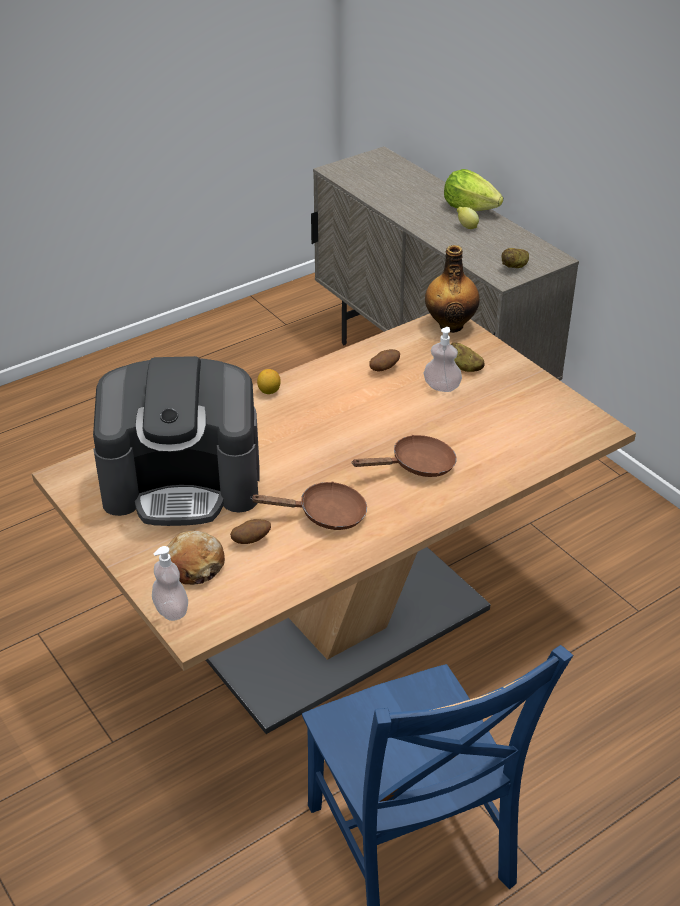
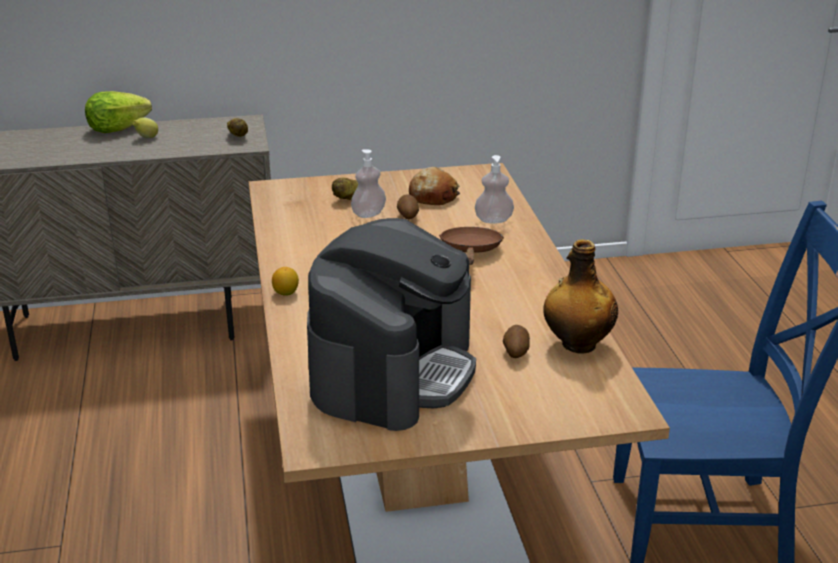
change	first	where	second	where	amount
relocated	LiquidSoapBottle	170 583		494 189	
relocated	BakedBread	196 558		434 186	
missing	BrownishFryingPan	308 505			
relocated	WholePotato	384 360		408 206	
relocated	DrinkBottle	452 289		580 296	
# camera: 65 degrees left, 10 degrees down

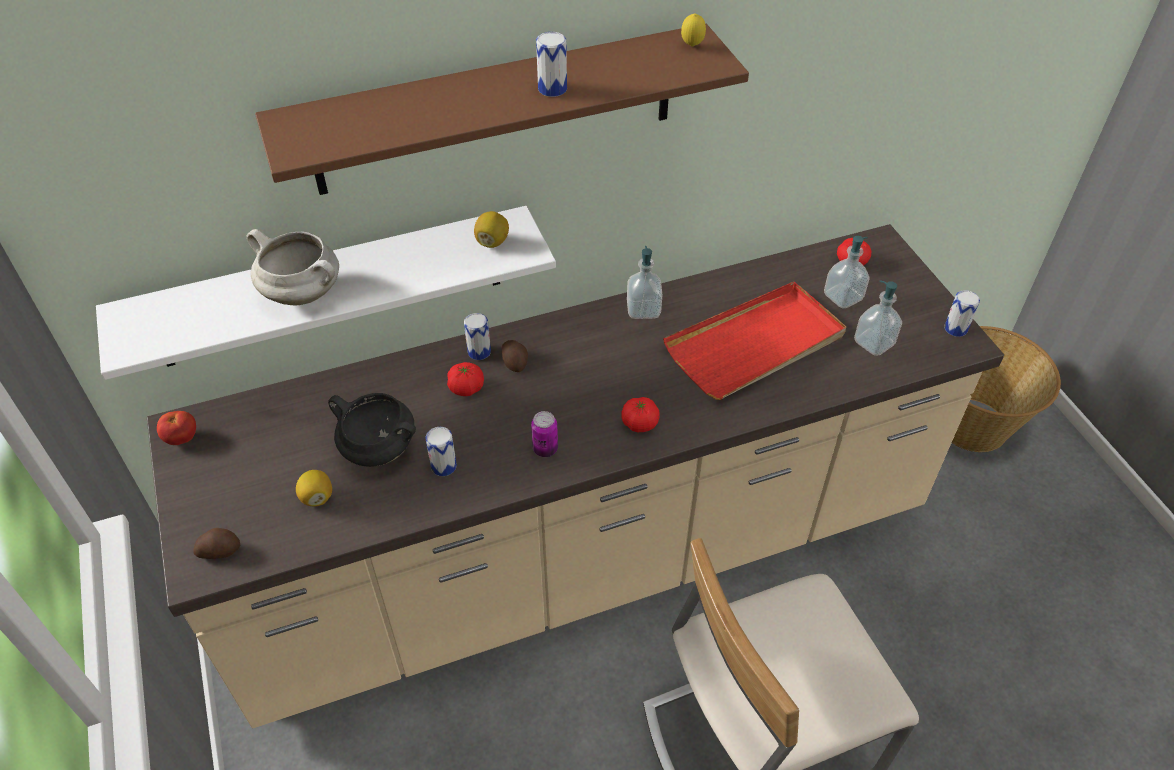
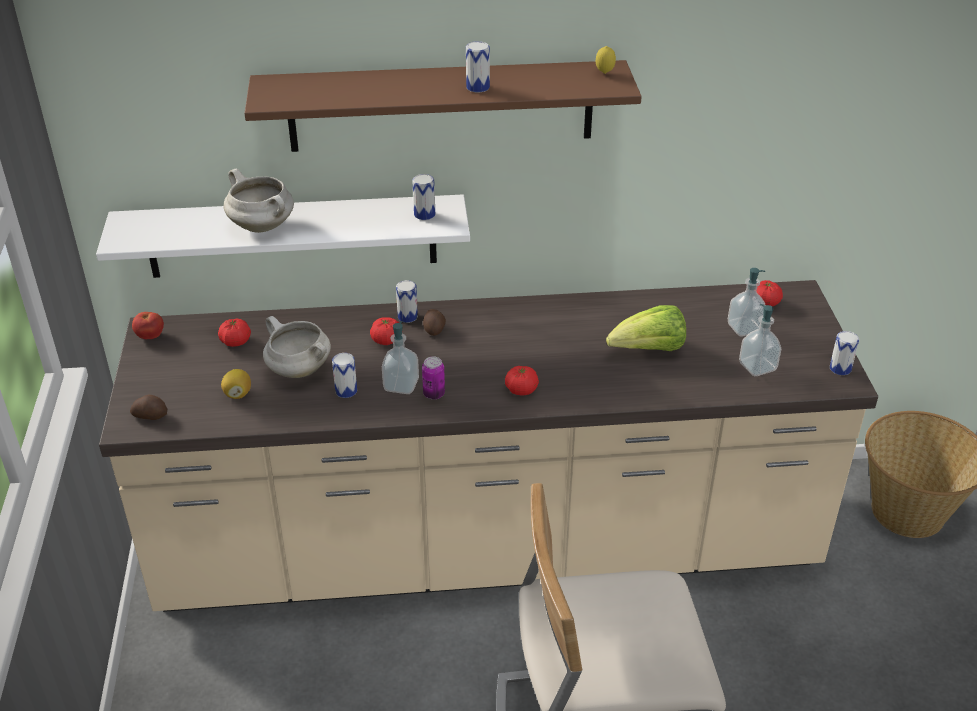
change	first	where	second	where	amount
colour	BlackColouredStockpot	372 430	WhiteStockpot	297 347	
exchanged	WholeLemon	491 229	SealedCan	423 197	
relocated	LiquidSoapBottle	644 282		400 357	
exchanged	RedColouredCarryingTray	754 341	LettuceHead	646 328	
appeared			FreshTomato	234 332	
# camera: 15 degrees right, 10 degrees down

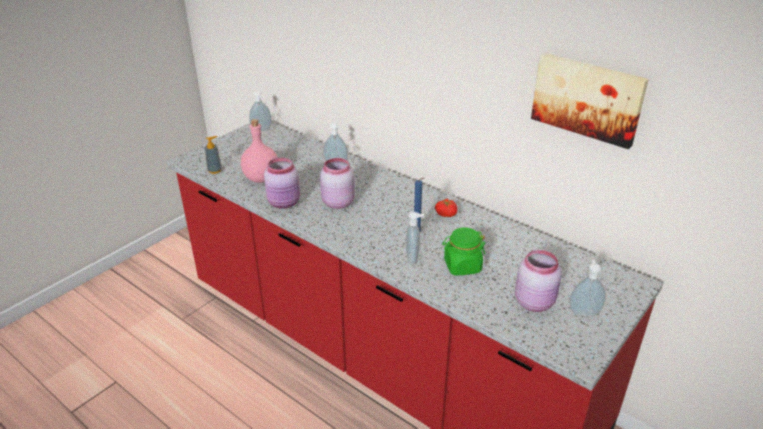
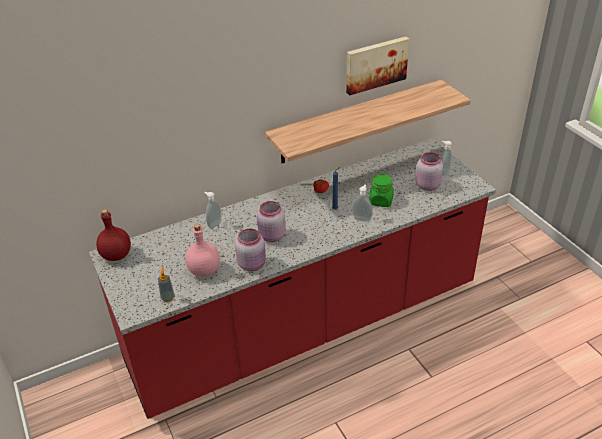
change	first	where	second	where	amount
exchanged	LiquidSoapBottle	260 111	RedColouredDrinkBottle	113 235	
appeared			BracketShelf	368 121	
# camera: 65 degrees left, 5 degrees up

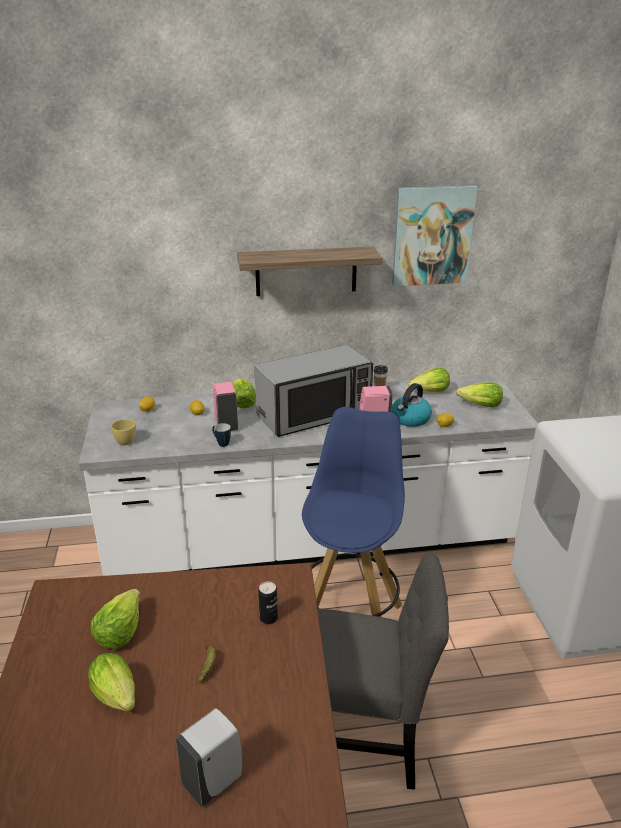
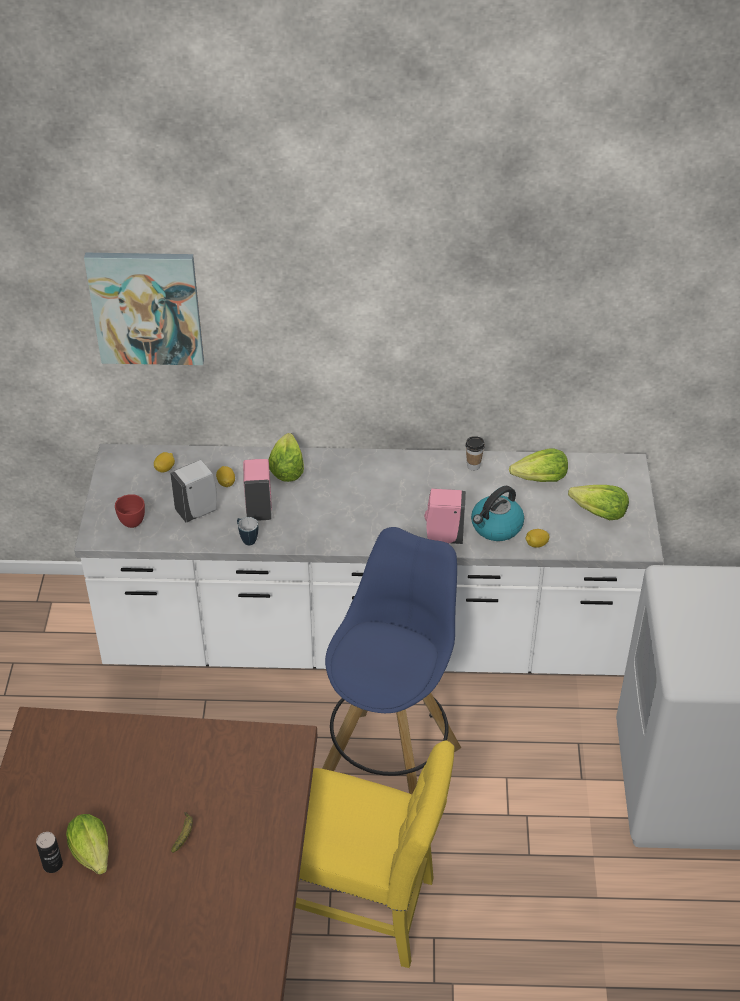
change	first	where	second	where	amount
missing	LettuceHead	115 619			
colour	YellowColouredDrinkingCup	123 432	RedColouredDrinkingCup	130 511	
relocated	WhiteLiquidSoapBottle	209 757		193 491	
missing	BracketShelf	310 271			
missing	Microwave	313 391			
relocated	SealedCan	268 603		49 852	
colour	GreyishUprightChair	383 672	YellowColouredUprightChair	375 854	
relocated	WallPicture	435 235		144 309	
# camera: 10 degrees right, 15 degrees up

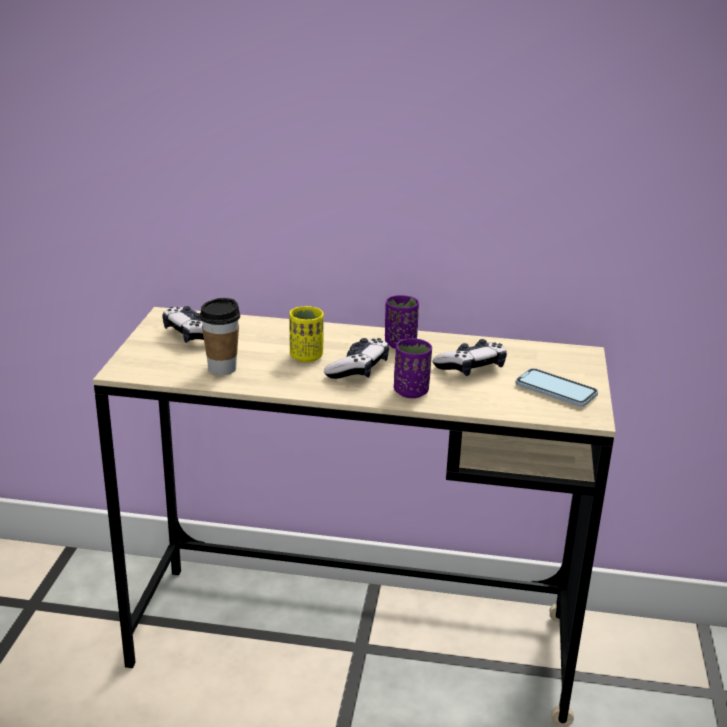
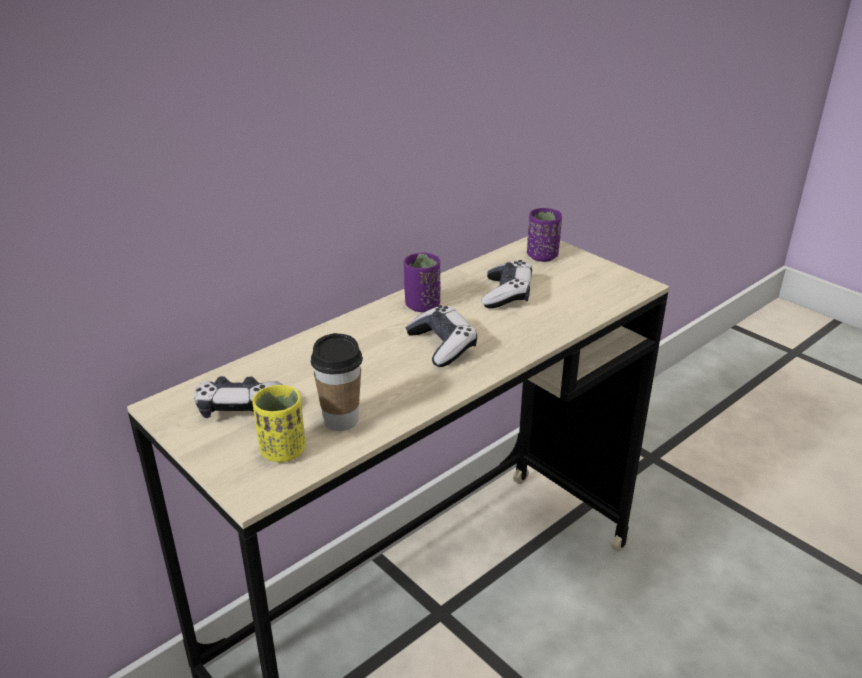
change	first	where	second	where	amount
relocated	YellowColouredDrinkingCup	306 334		279 423	
relocated	PurpleDrinkingCup	413 368		544 235	
missing	Phone	557 387			
# camera: 50 degrees left, 5 degrees up

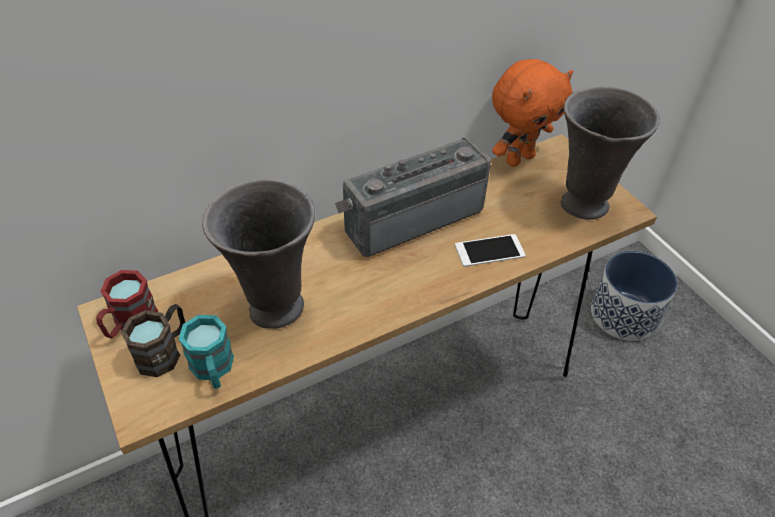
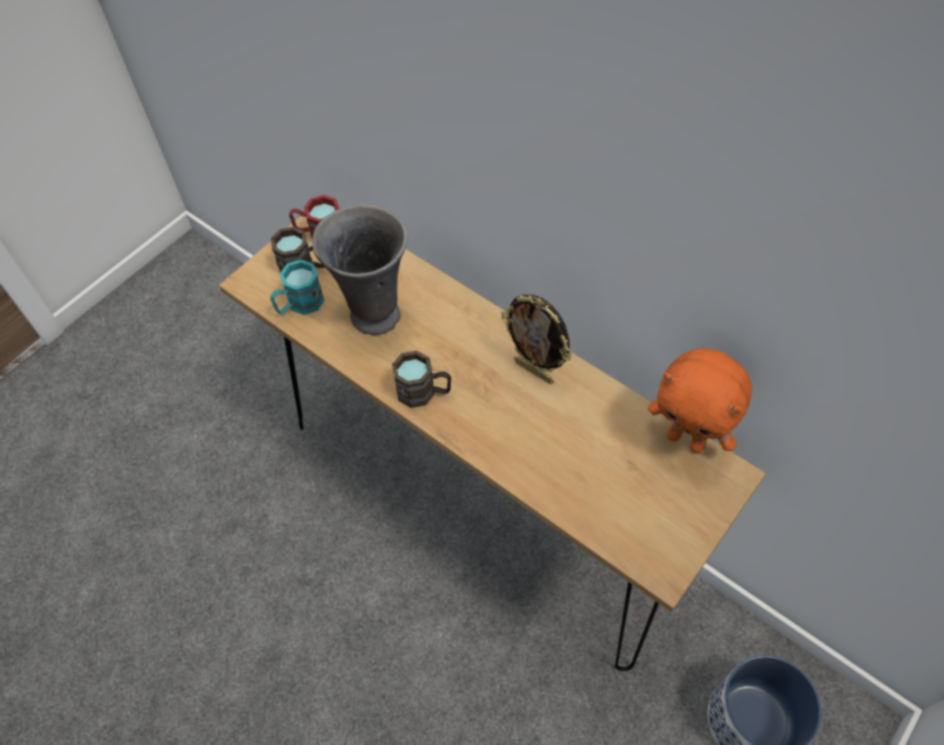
change	first	where	second	where	amount
exchanged	RadioSet	413 197	PhotoFrame	536 339	
missing	Phone	490 250			
missing	GreyishVase	610 153			
appeared			BrownishMug	421 379	
# camera: 70 degrees right, 10 degrees up

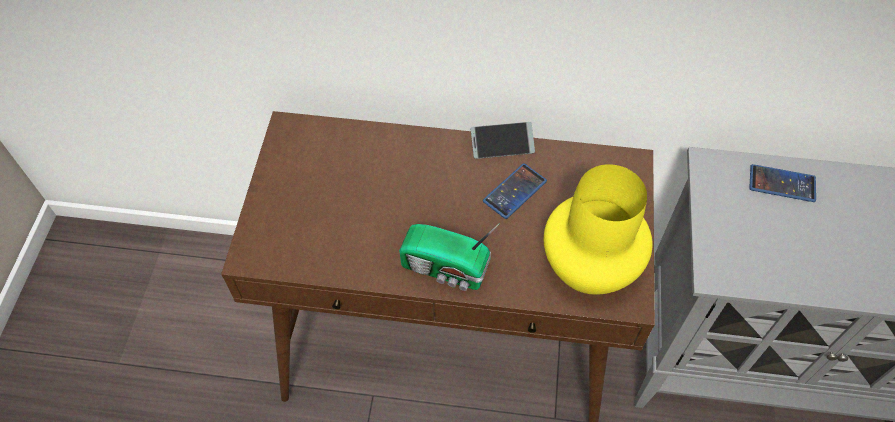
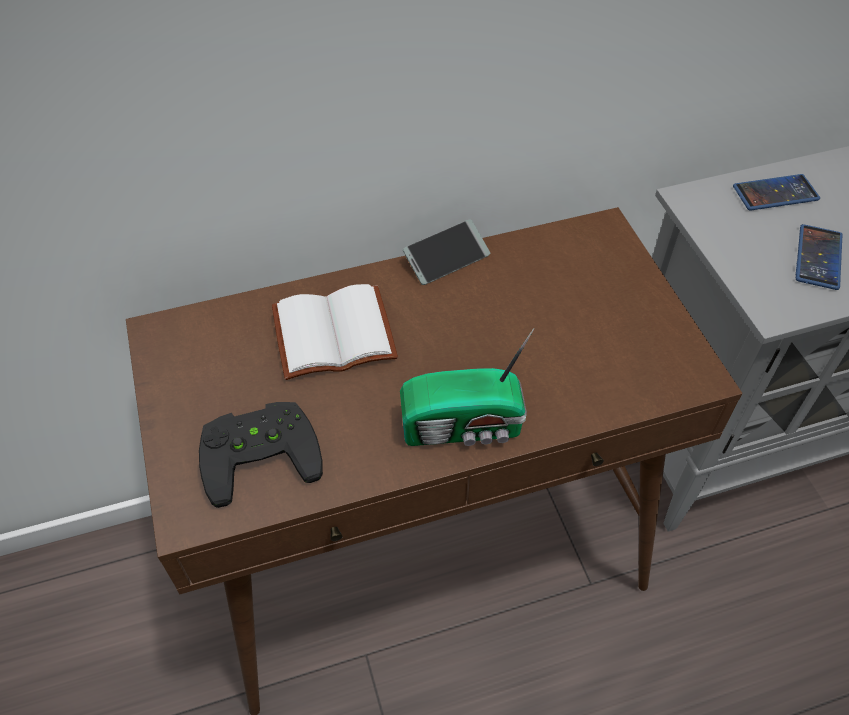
change	first	where	second	where	amount
relocated	Phone	515 191		819 257	
missing	YellowColouredVase	598 229			
appeared			BlackColouredJoypad	261 455	
appeared			WhiteBook	335 332	
# camera: 25 degrees left, 5 degrees down

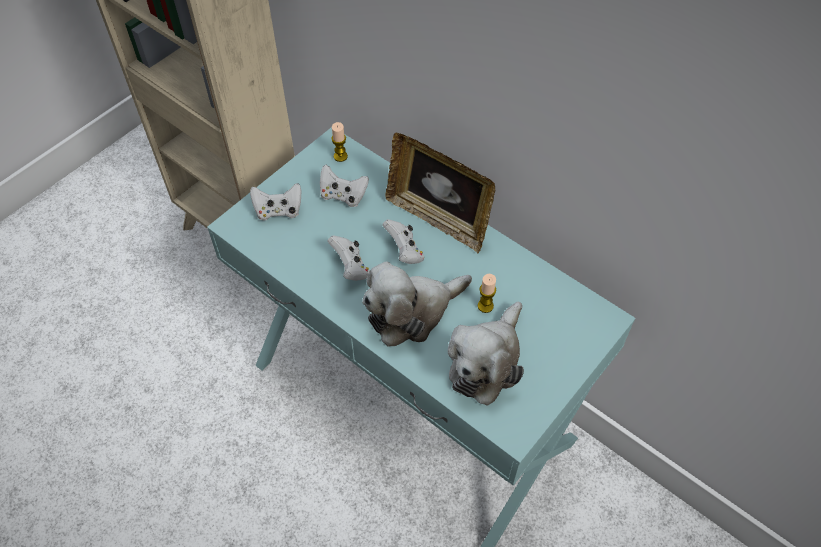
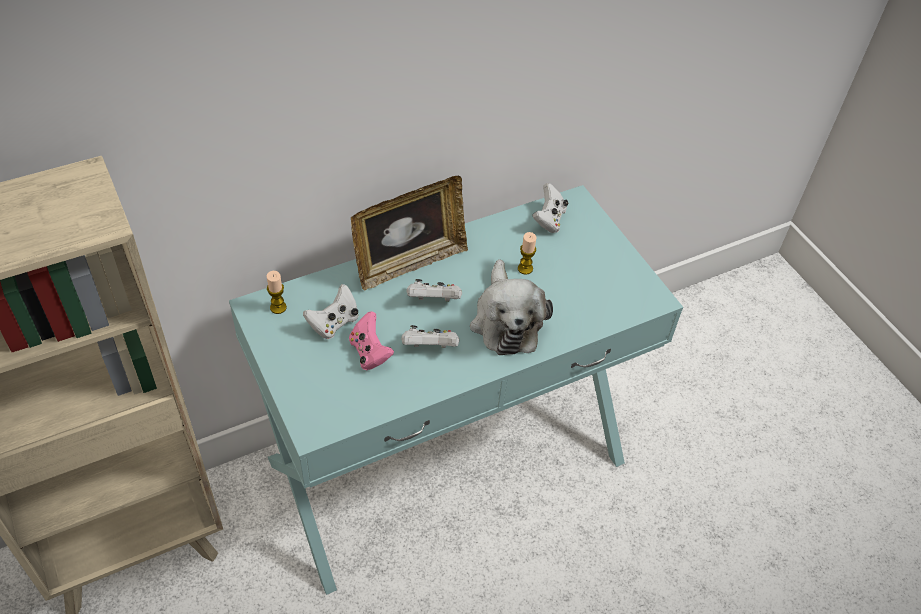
change	first	where	second	where	amount
relocated	WhiteJoypad	276 201		550 208	
missing	PlushToy	486 354			
appeared			PinkColouredJoypad	371 341	
# camera: 70 degrees left, 5 degrees down

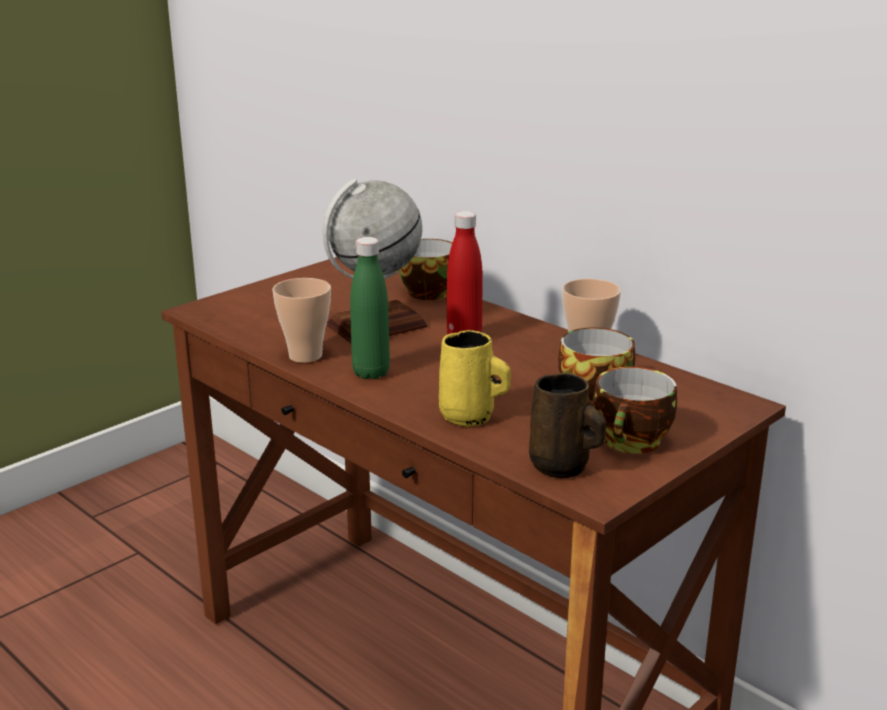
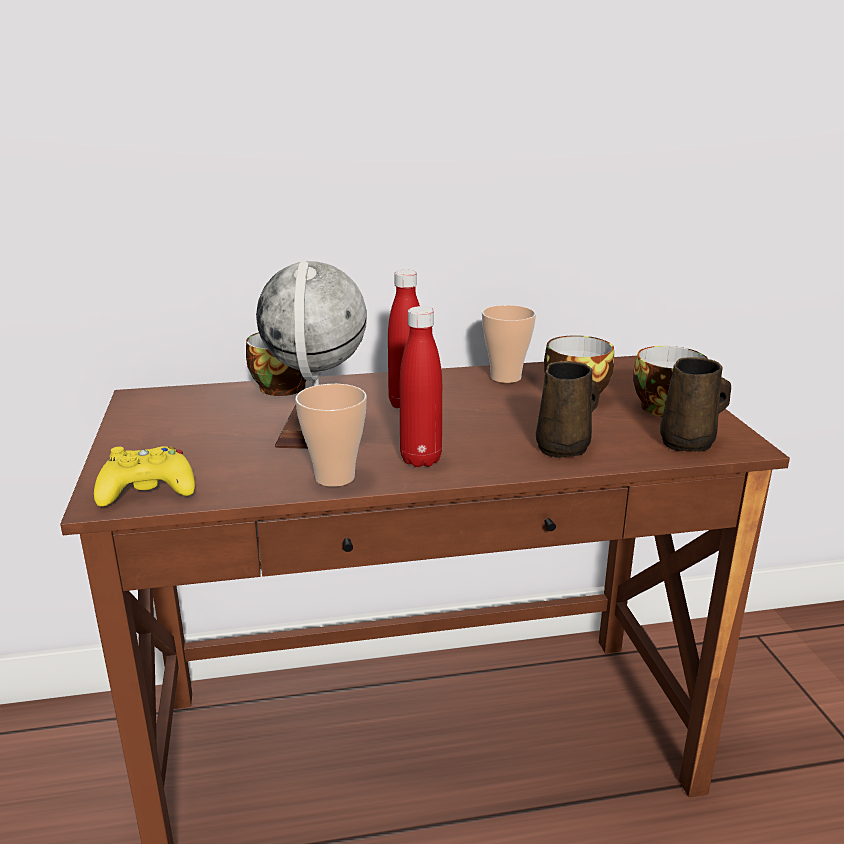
change	first	where	second	where	amount
colour	GreenishDrinkBottle	370 308	RedColouredDrinkBottle	421 386	
colour	YellowColouredMug	475 378	BrownishMug	567 409	
appeared			YellowColouredJoypad	144 476	
# camera: 55 degrees left, 0 degrees up

